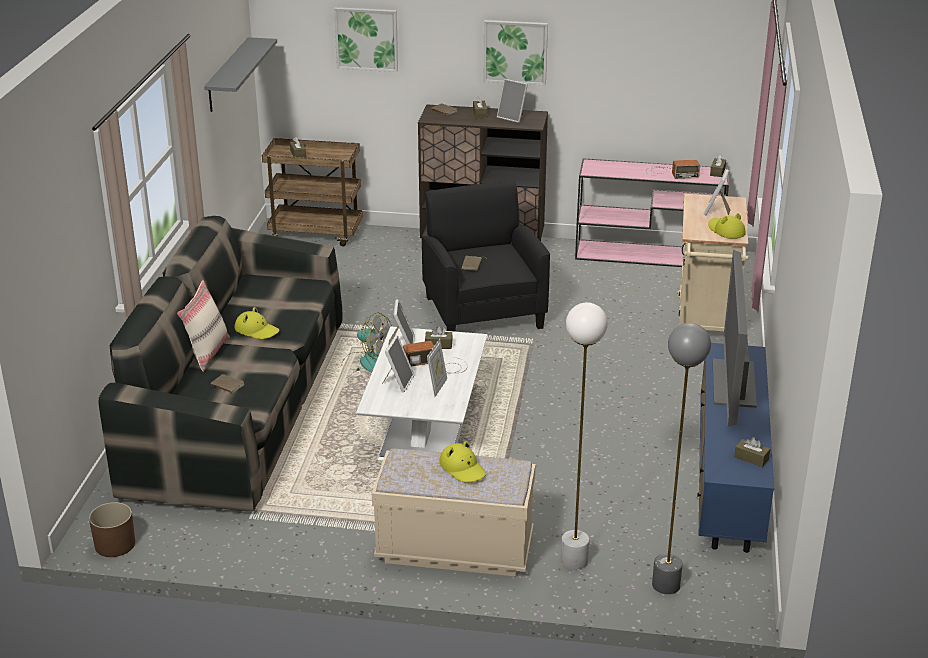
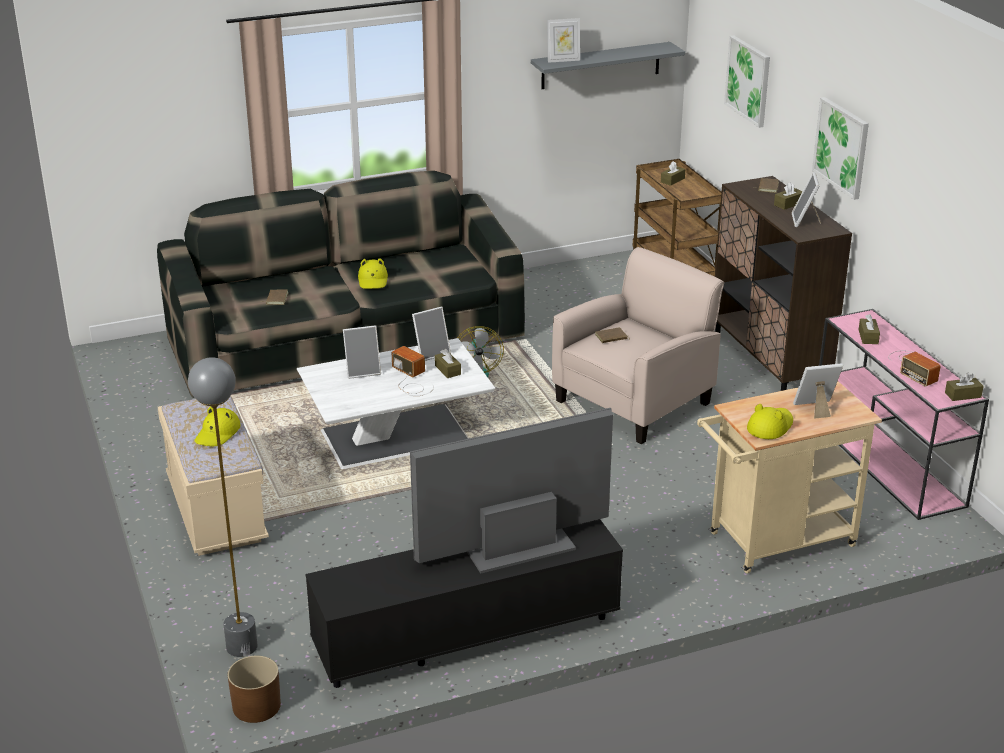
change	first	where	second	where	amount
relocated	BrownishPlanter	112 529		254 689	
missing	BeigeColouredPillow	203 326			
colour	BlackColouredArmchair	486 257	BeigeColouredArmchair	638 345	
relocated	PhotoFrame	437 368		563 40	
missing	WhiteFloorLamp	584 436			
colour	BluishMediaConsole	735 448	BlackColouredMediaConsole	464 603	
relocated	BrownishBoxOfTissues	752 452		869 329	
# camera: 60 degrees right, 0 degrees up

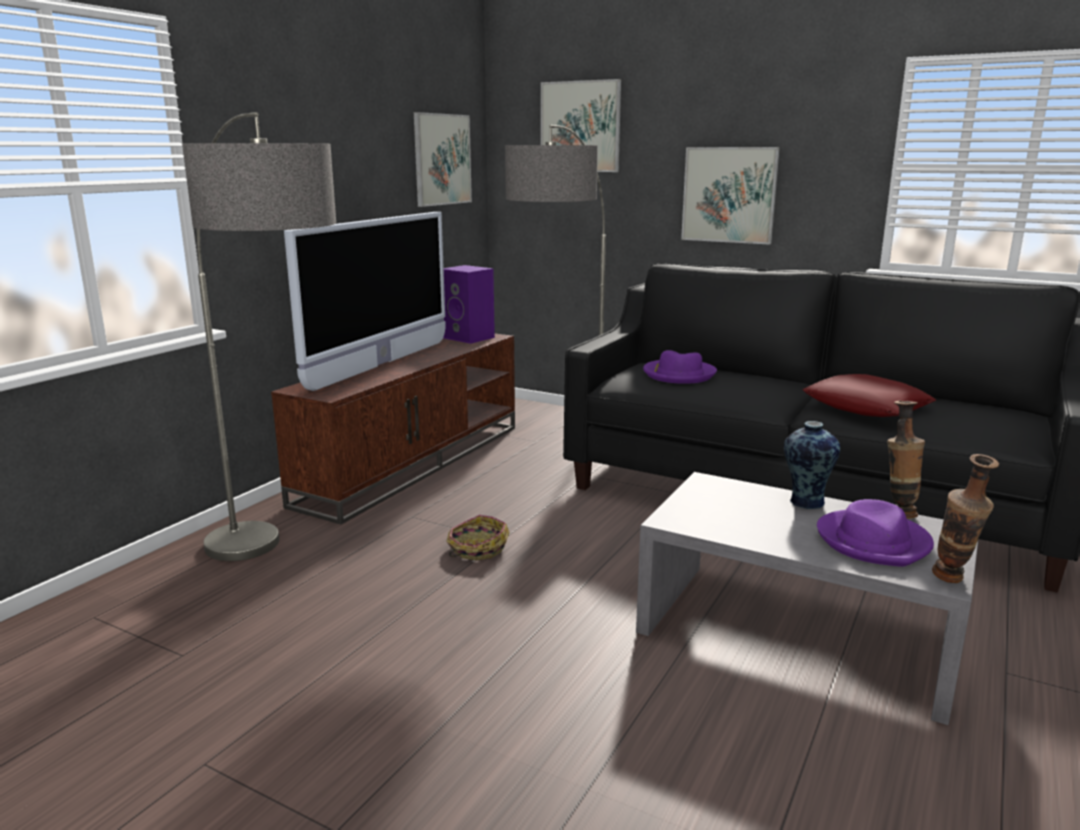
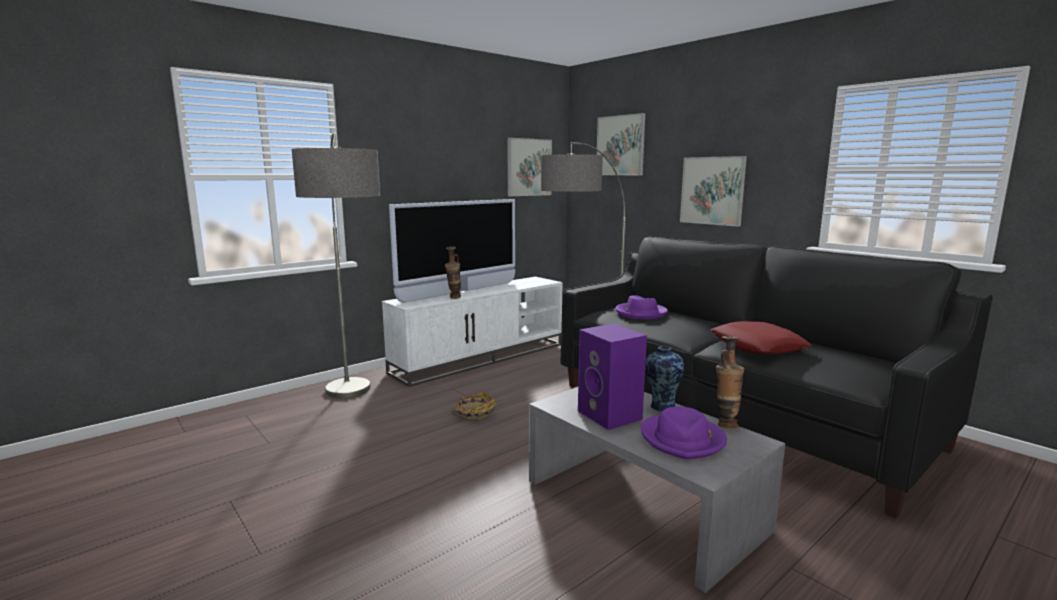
change	first	where	second	where	amount
colour	BrownishMediaConsole	393 429	WhiteMediaConsole	472 332	
relocated	PurpleSpeaker	469 304		612 377	
relocated	Vase	965 518		453 272	
# camera: 20 degrees right, 5 degrees down

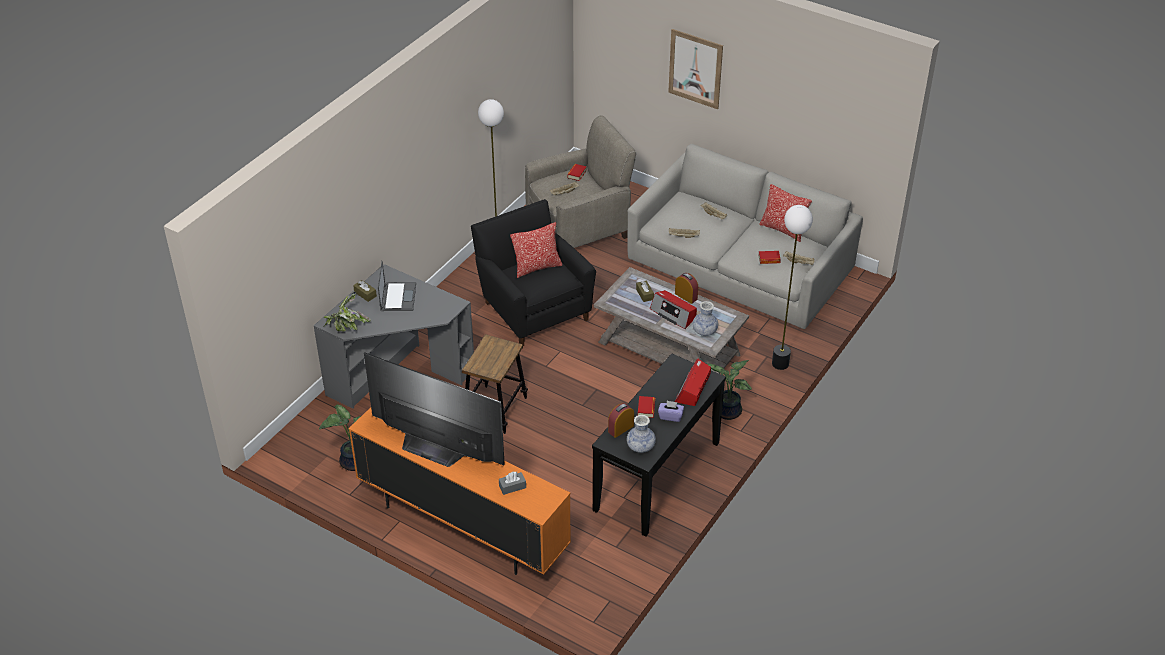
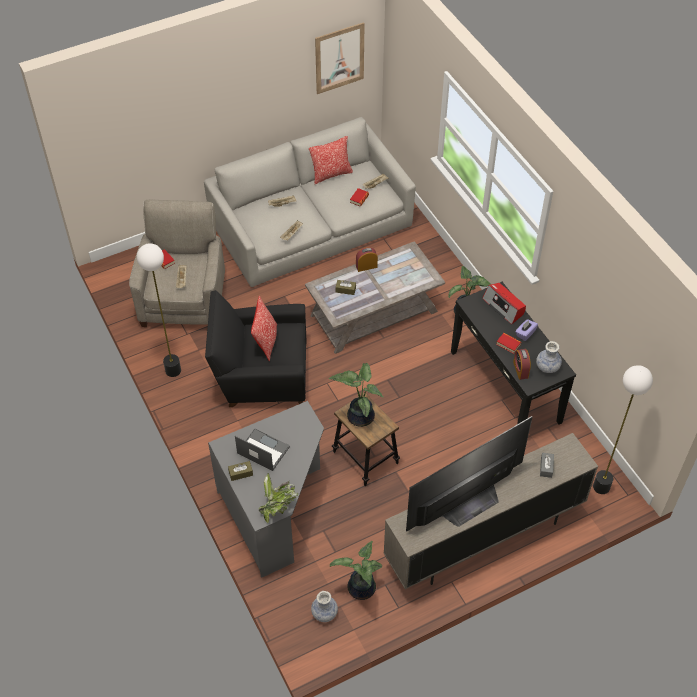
change	first	where	second	where	amount
colour	OrangeyMediaConsole	460 491	BeigeColouredMediaConsole	490 511	
missing	RadioSet	673 309			
relocated	WallPicture	695 69		340 58	
relocated	Vase	705 318		324 606	
relocated	FloorLamp	792 287		623 429	
appeared			Houseplant	356 395	
# camera: 60 degrees left, 10 degrees up

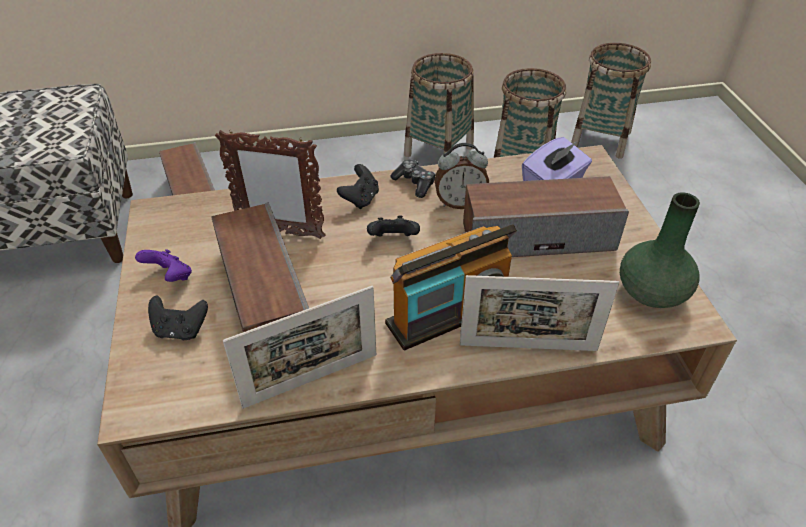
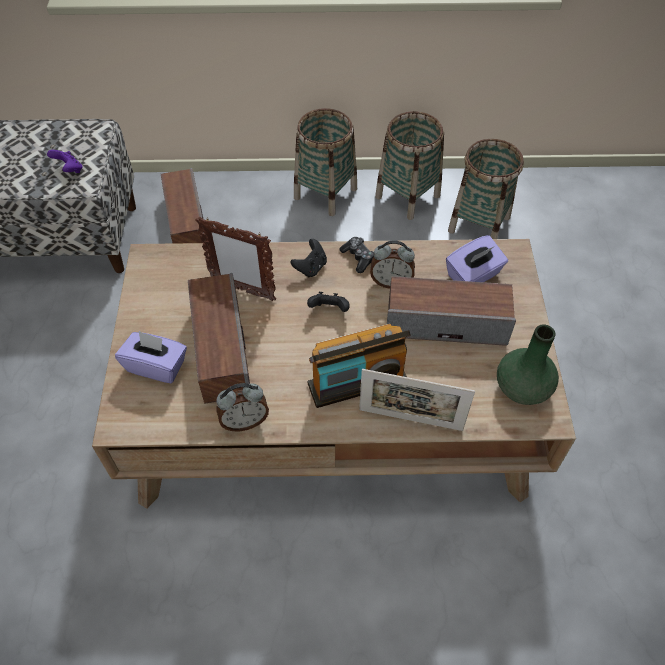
change	first	where	second	where	amount
relocated	PurpleJoypad	163 265		65 161	
exchanged	BlackColouredJoypad	178 317	PurpleBoxOfTissues	151 357	
exchanged	PhotoFrame	299 347	AlarmClock	242 407	
relocated	Basket	611 101		325 162	
# camera: 10 degrees right, 10 degrees up

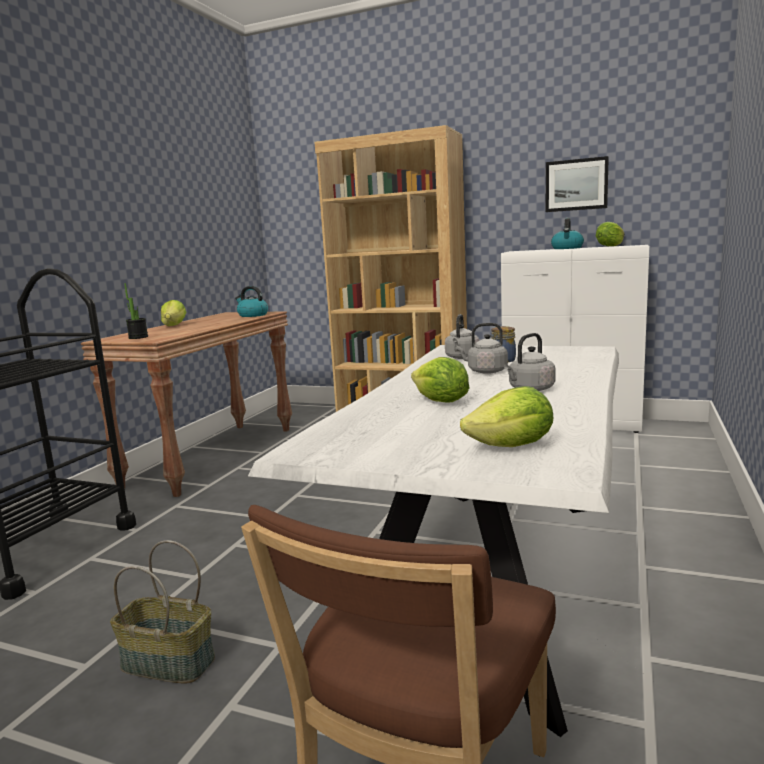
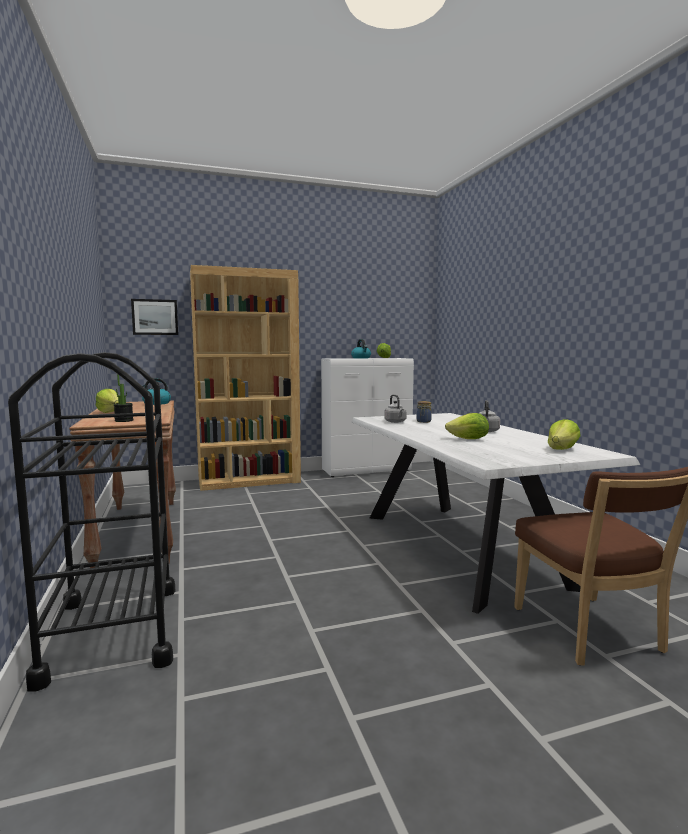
change	first	where	second	where	amount
missing	Basket	162 611			
missing	GreyishKettle	482 348			
relocated	WallPicture	577 184		154 317	
# camera: 40 degrees left, 5 degrees down

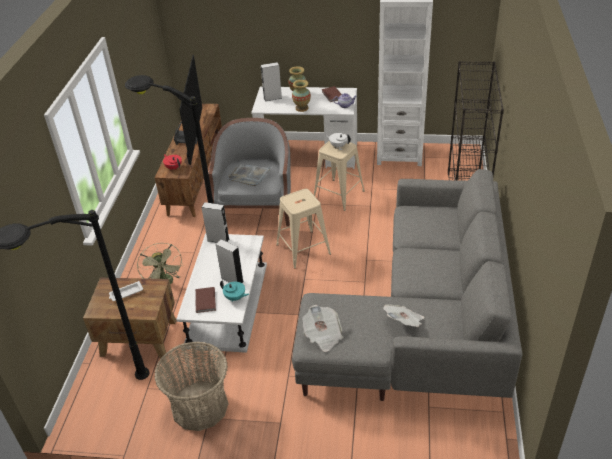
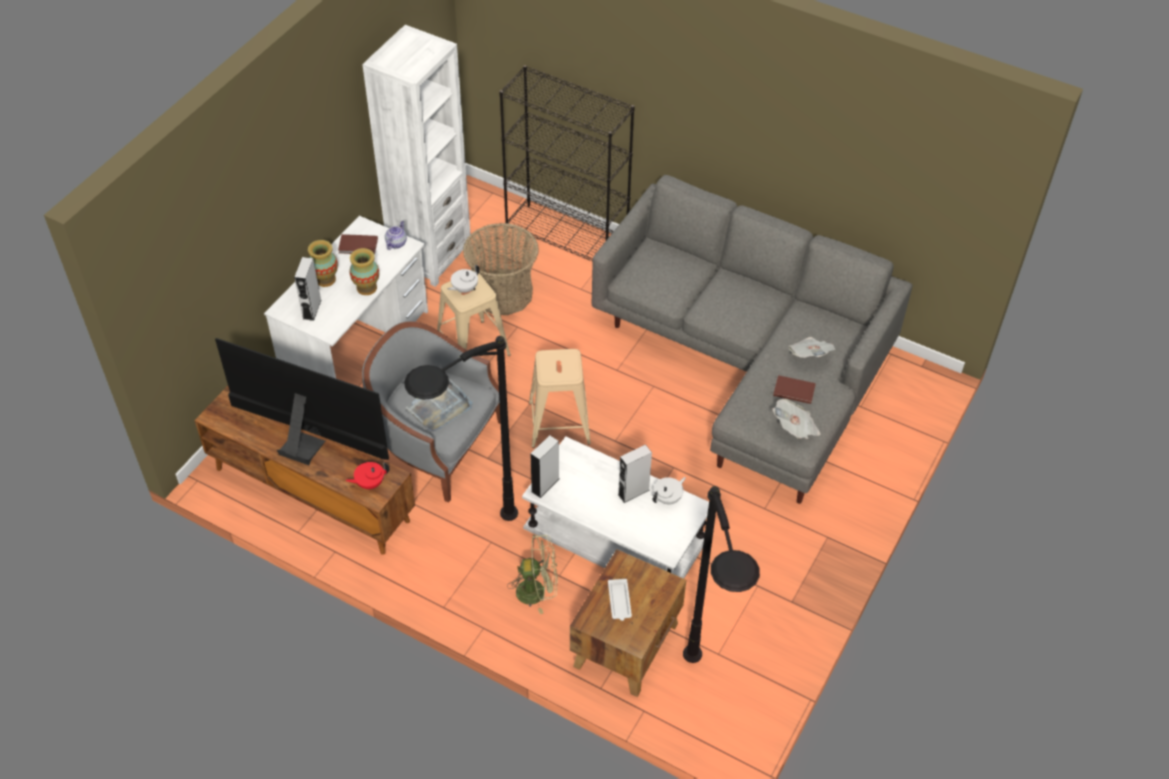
change	first	where	second	where	amount
relocated	Basket	191 386		501 269	
relocated	BrownishBook	205 300		794 389	
colour	TurquoiseColouredTeapot	234 290	WhiteTeapot	669 490	
# camera: 70 degrees left, 10 degrees up

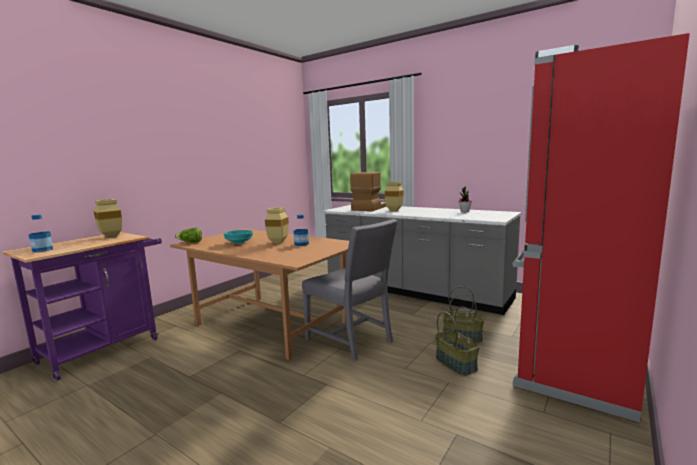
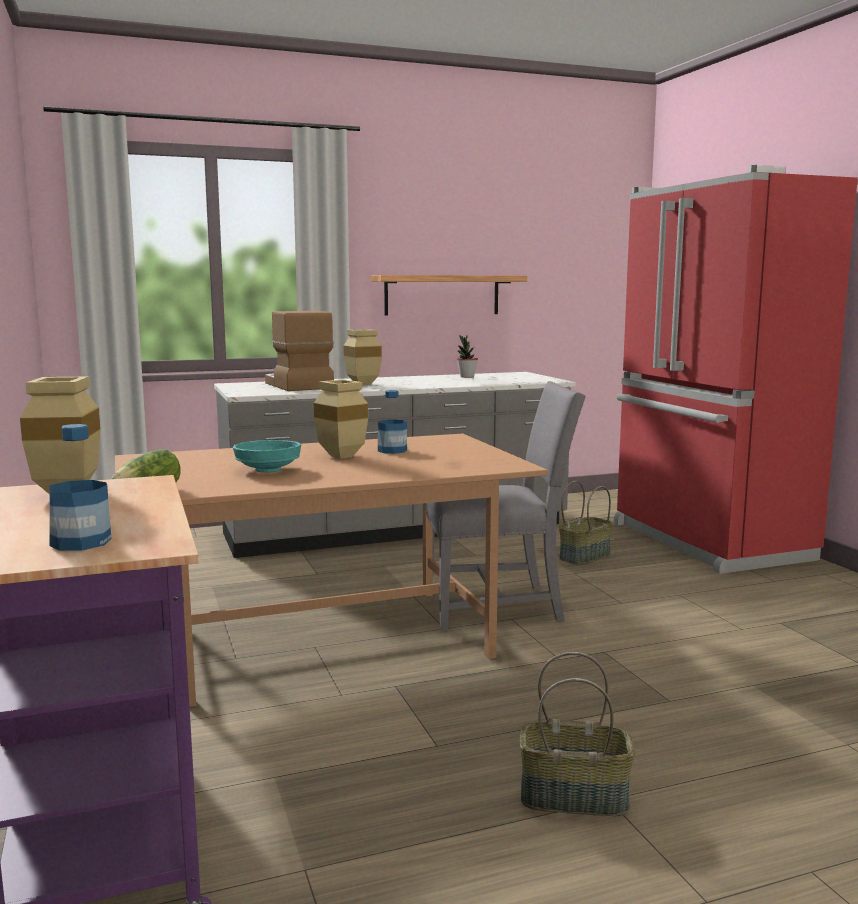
change	first	where	second	where	amount
relocated	Basket	457 341		577 734	
appeared			BracketShelf	448 295	
# camera: 55 degrees left, 0 degrees up

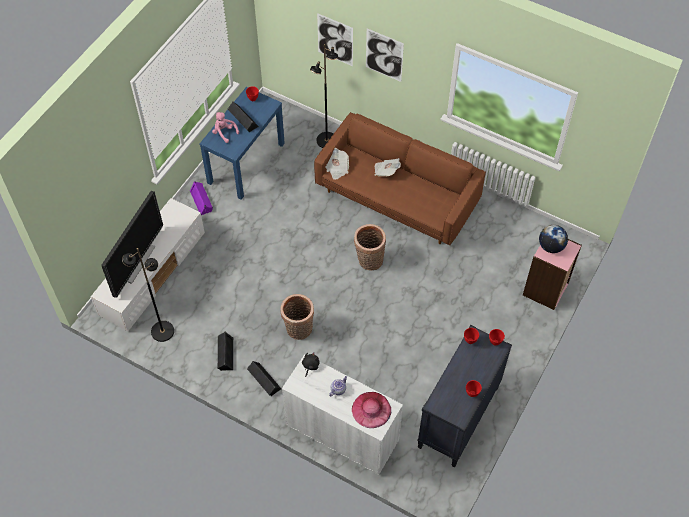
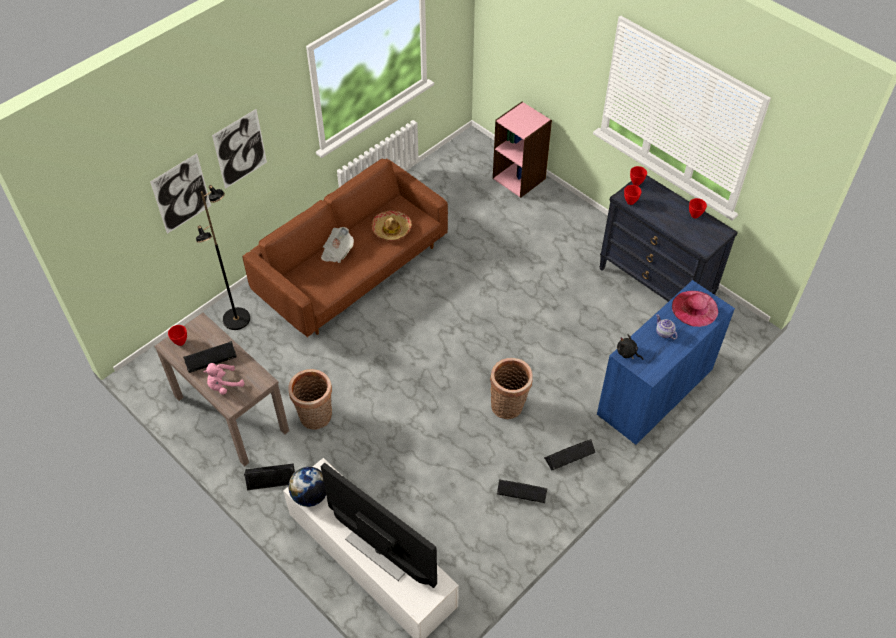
change	first	where	second	where	amount
missing	BlackColouredFloorLamp	148 295			
colour	PurpleSpeaker	201 198	BlackColouredSpeaker	269 477	
colour	BluishNarrowTable	242 143	BrownishNarrowTable	221 390	
colour	WhiteStorageCabinet	342 414	BluishStorageCabinet	666 362	
missing	DailyPaper	337 164			
relocated	Basket	370 247		310 399	
relocated	DeskGlobe	553 239		307 487	
appeared			Hat	392 226	
# camera: 75 degrees left, 5 degrees down

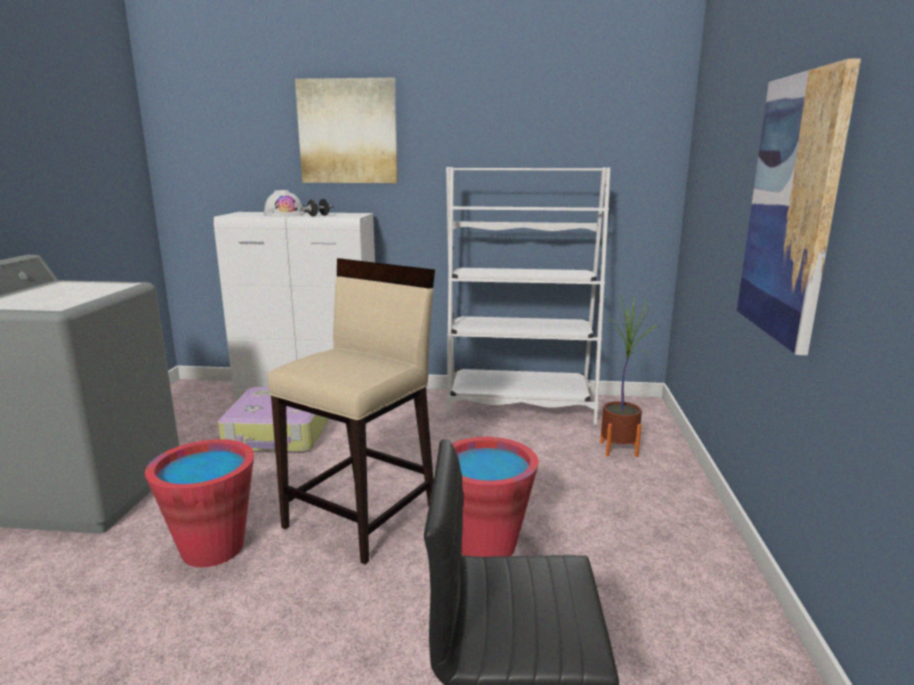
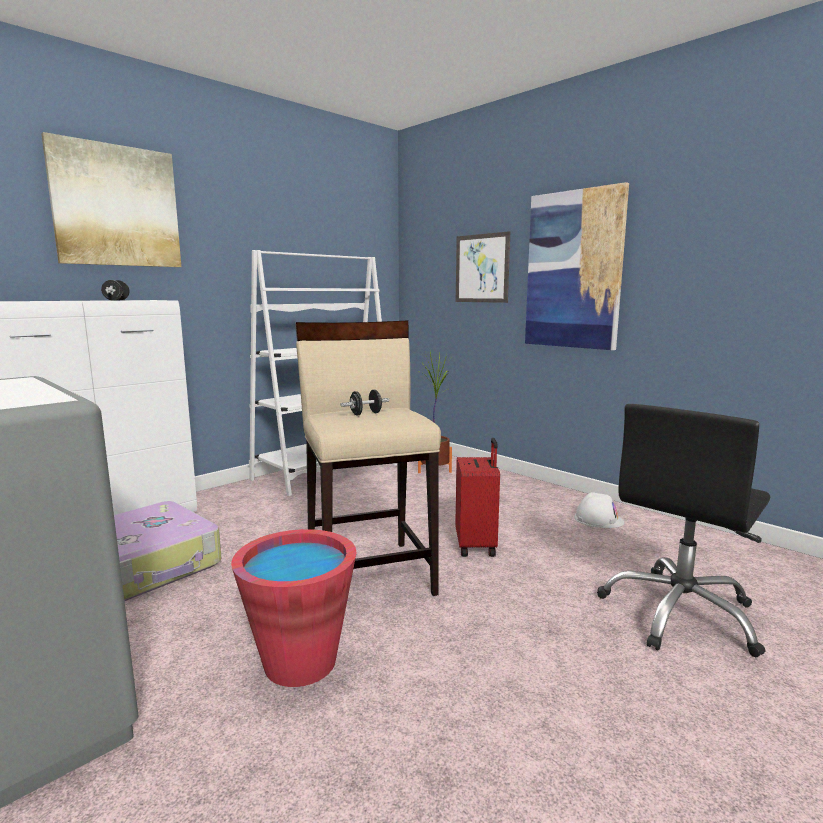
change	first	where	second	where	amount
relocated	WhiteHardHat	284 203		599 510	
exchanged	RedColouredPail	495 497	RedColouredPieceOfLuggage	477 497	
appeared			BlackColouredDumbbell	365 402	
appeared			WallPicture	483 267	
# camera: 50 degrees left, 5 degrees down

